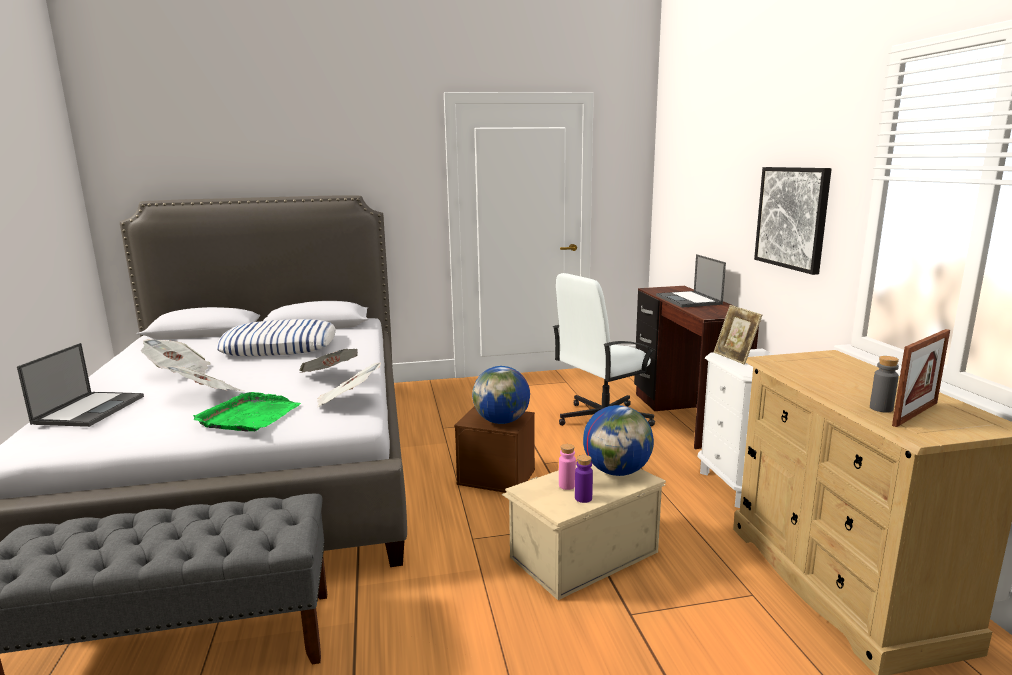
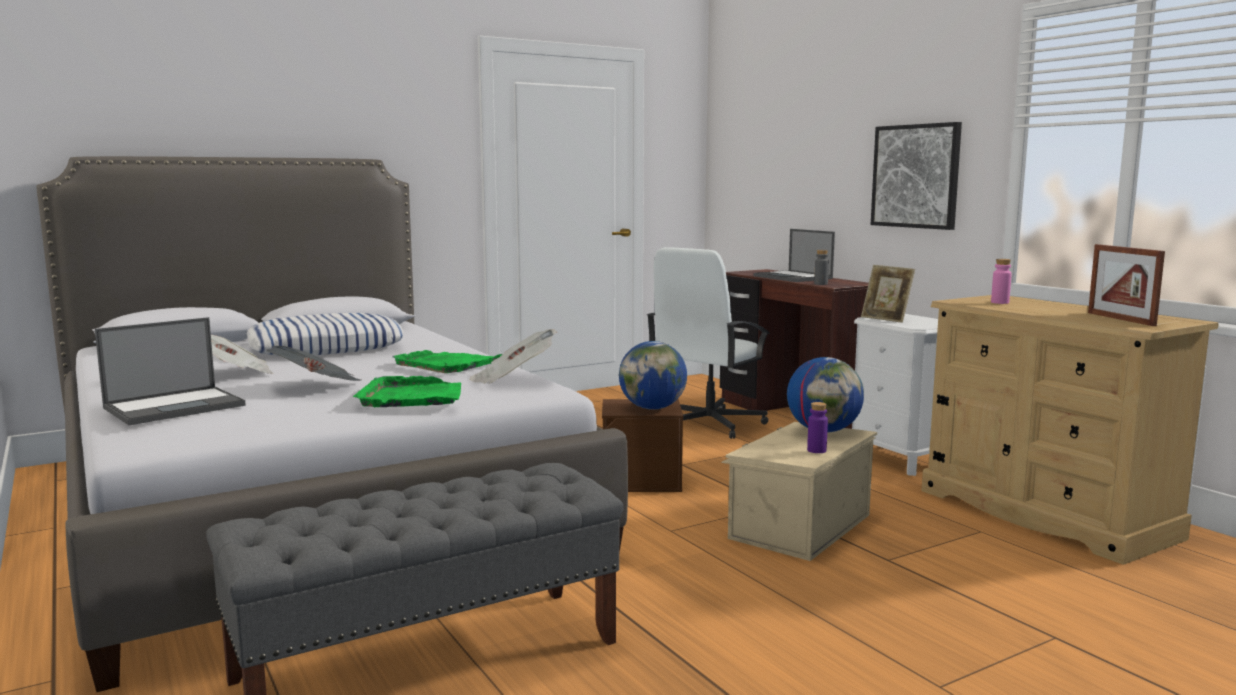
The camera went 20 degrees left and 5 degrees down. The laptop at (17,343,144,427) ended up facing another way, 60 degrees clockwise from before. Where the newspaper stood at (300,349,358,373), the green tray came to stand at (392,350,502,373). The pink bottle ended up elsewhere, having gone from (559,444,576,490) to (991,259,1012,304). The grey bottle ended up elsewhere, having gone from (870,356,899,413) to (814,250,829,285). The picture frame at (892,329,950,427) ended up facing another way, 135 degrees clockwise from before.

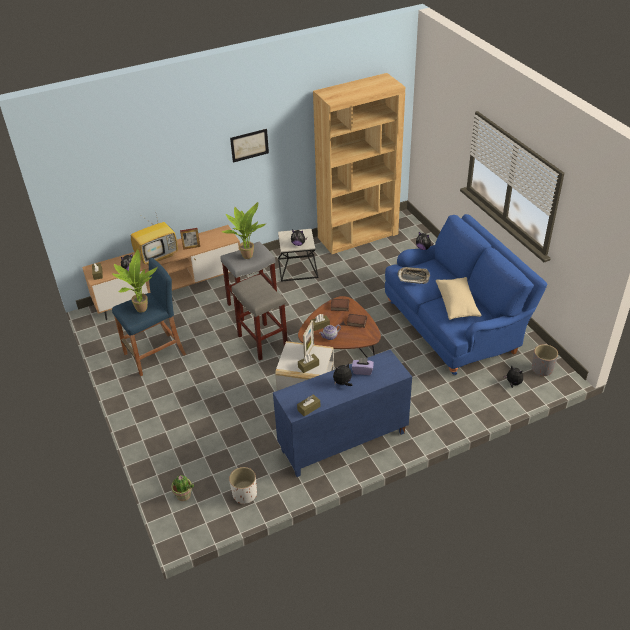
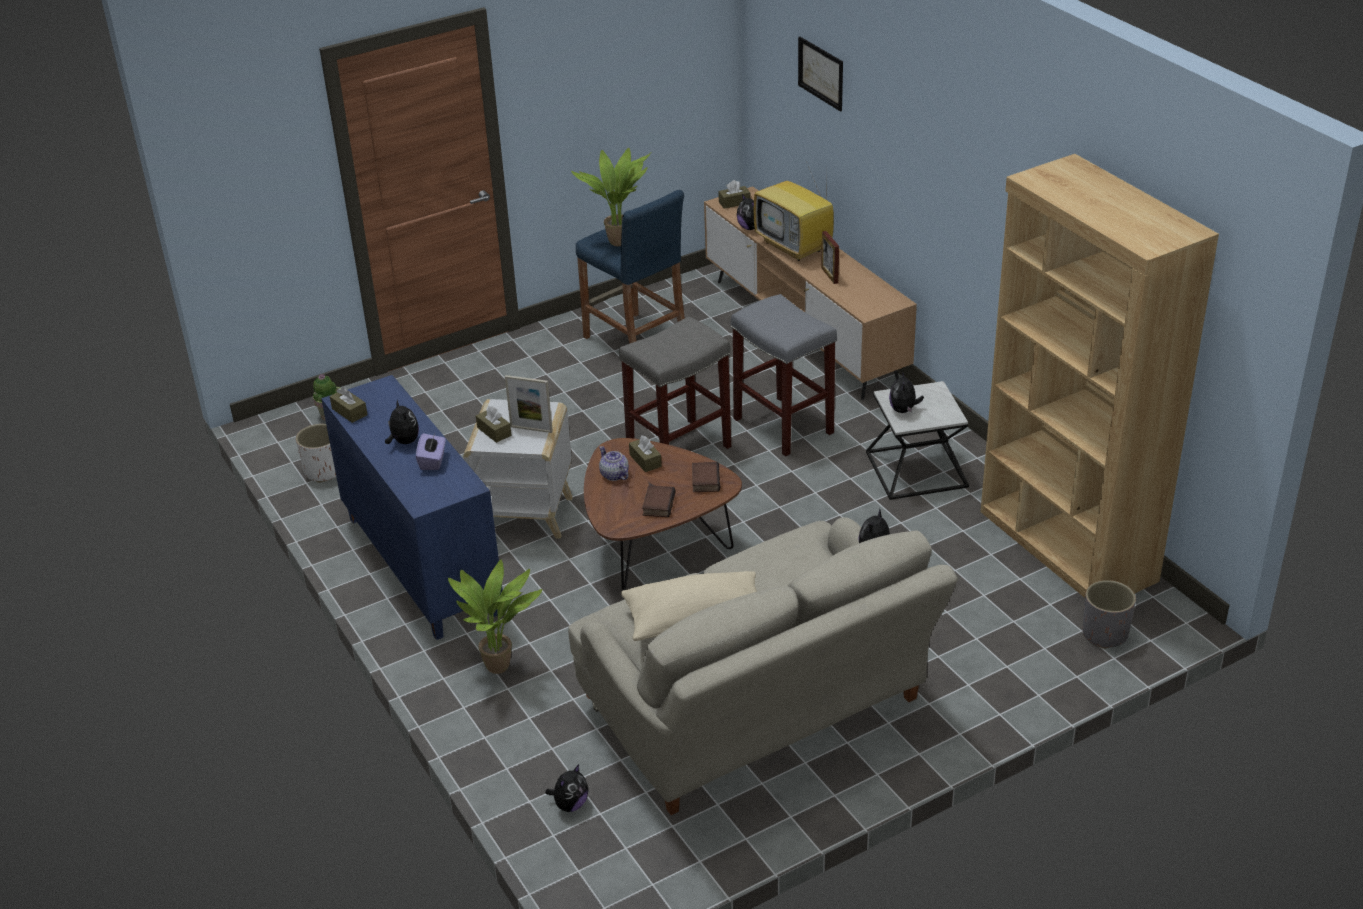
The camera went 85 degrees right and 5 degrees down. The potted plant ended up elsewhere, having gone from (221,202,266,259) to (448,560,542,674). The picture ended up elsewhere, having gone from (230,129,269,163) to (798,37,843,112). What was the blue sofa at (385,214,547,375) turned into the beige sofa at (568,517,958,815). The second view lost the tray at (397,267,430,284). The grey planter ended up elsewhere, having gone from (532,344,558,376) to (1082,580,1136,649).

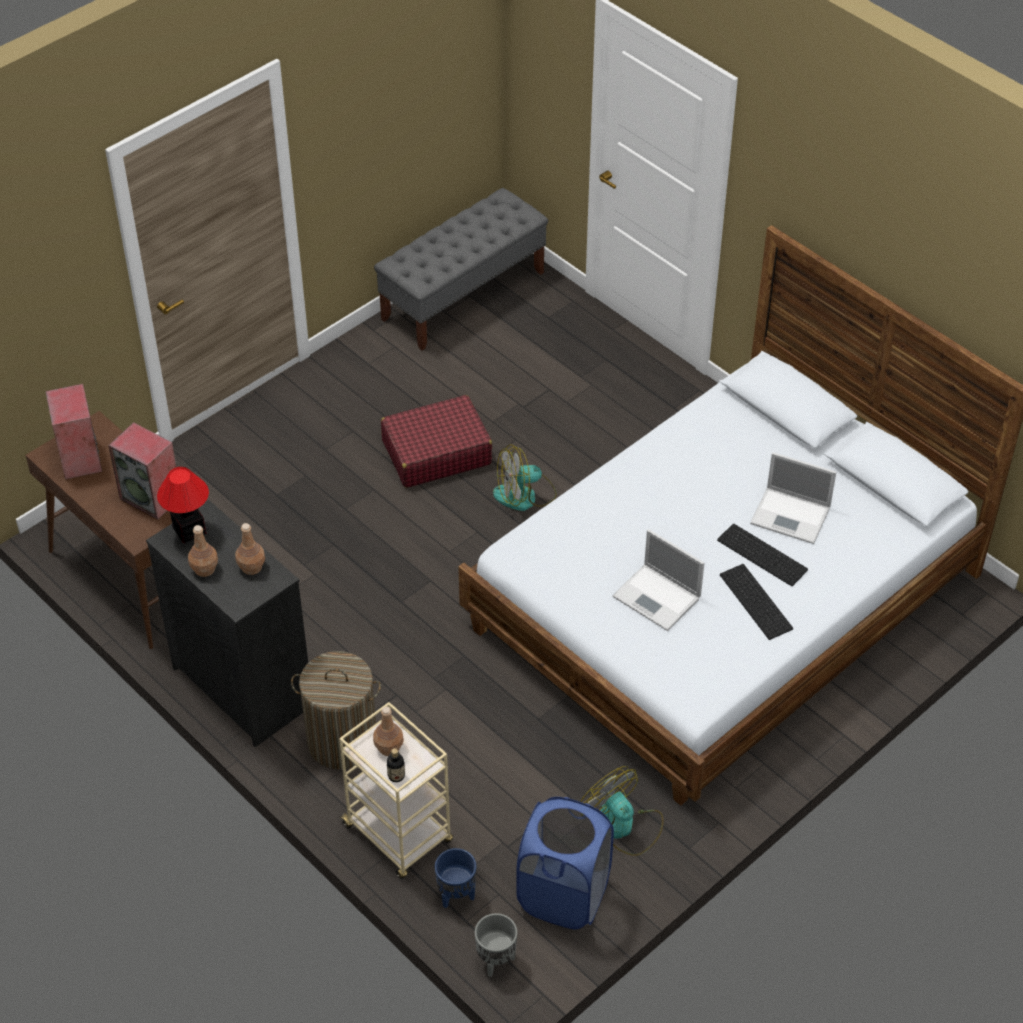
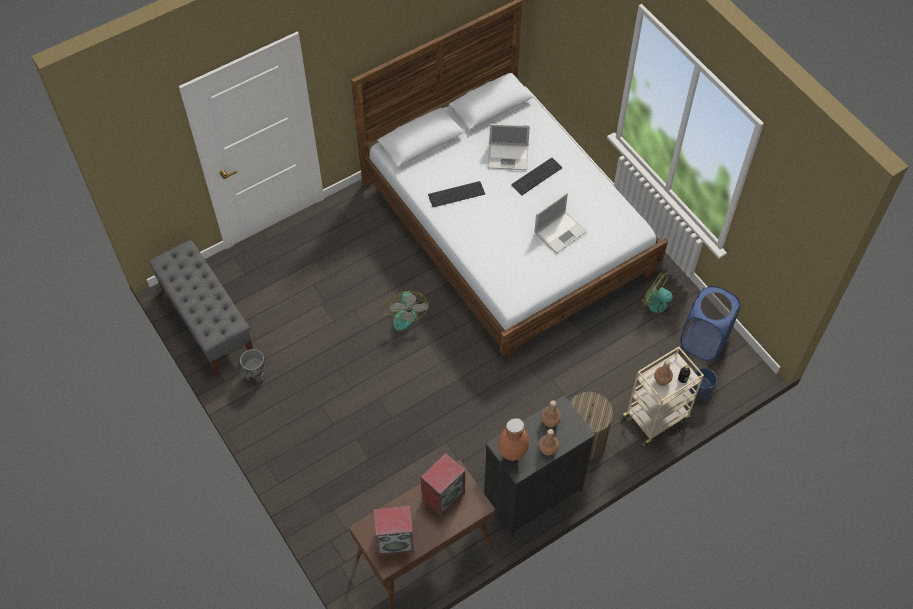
The camera went 80 degrees left and 10 degrees up. Where the table lamp stood at (157,467,209,543), the brown vase came to stand at (498,418,529,463). The second view lost the red suitcase at (381,395,492,488). The grey planter ended up elsewhere, having gone from (475,913,518,977) to (240,349,265,380). The fan at (580,766,664,856) ended up facing another way, 60 degrees clockwise from before. The keyboard ended up elsewhere, having gone from (720,564,793,640) to (428,181,485,207). The laptop at (750,452,836,544) ended up facing another way, 60 degrees clockwise from before.

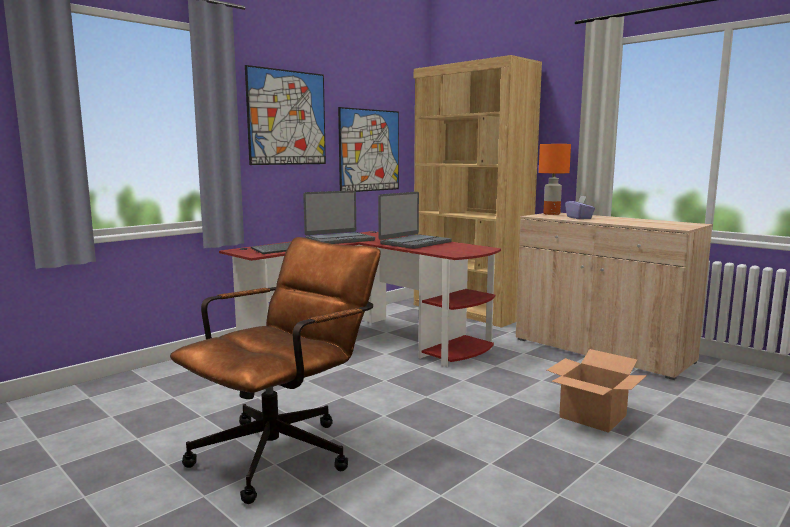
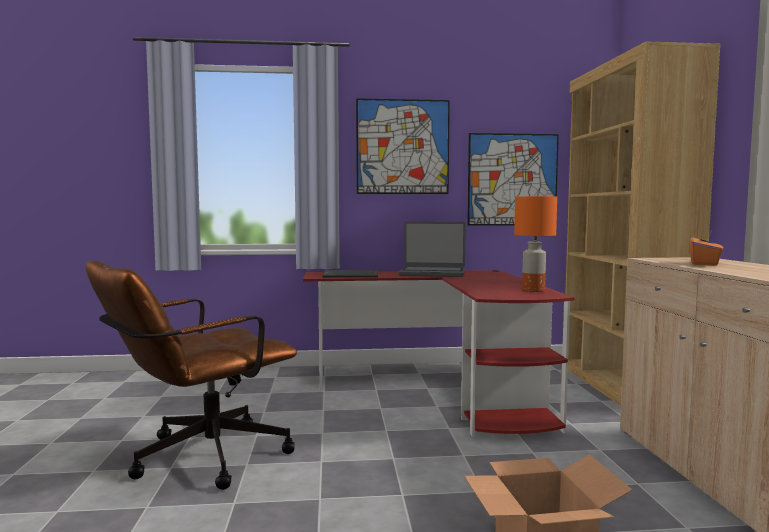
The camera went 40 degrees right and 5 degrees down. The brown office chair at (170,237,381,504) ended up facing another way, 150 degrees clockwise from before. The second view lost the laptop at (378,192,452,249). The orange table lamp ended up elsewhere, having gone from (539,144,571,215) to (514,196,557,292). What was the purple tissue box at (565,196,595,219) turned into the orange tissue box at (689,231,723,266).

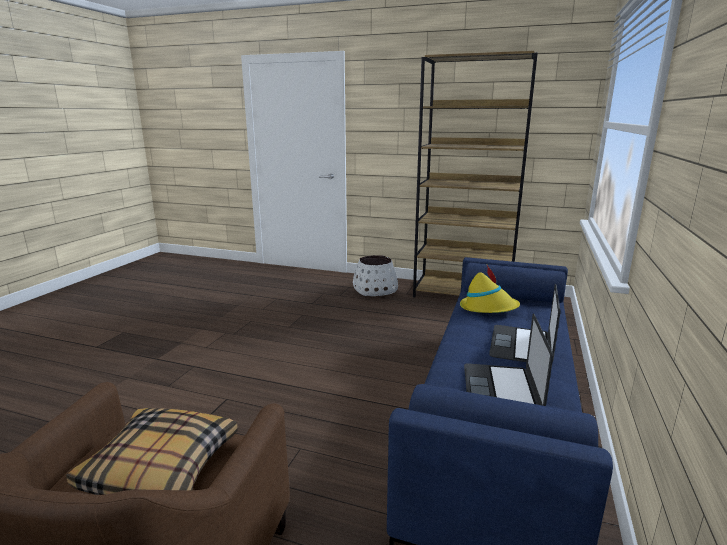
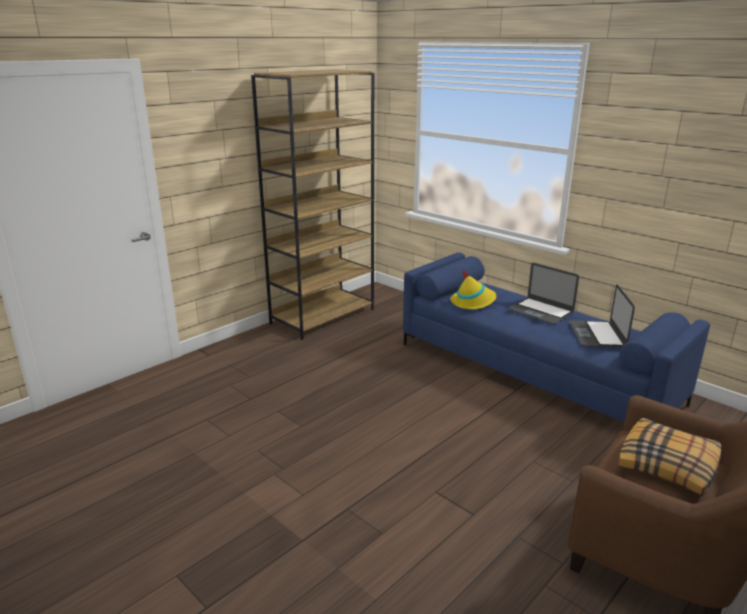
The camera went 65 degrees left and 5 degrees up. The second view lost the white planter at (353,255,398,296). The laptop at (464,314,553,406) ended up facing another way, 60 degrees clockwise from before.

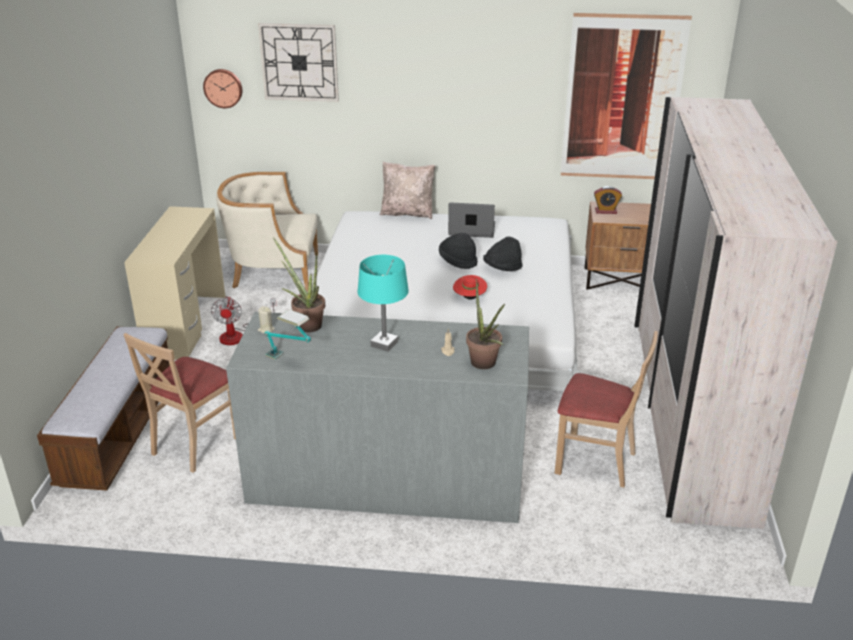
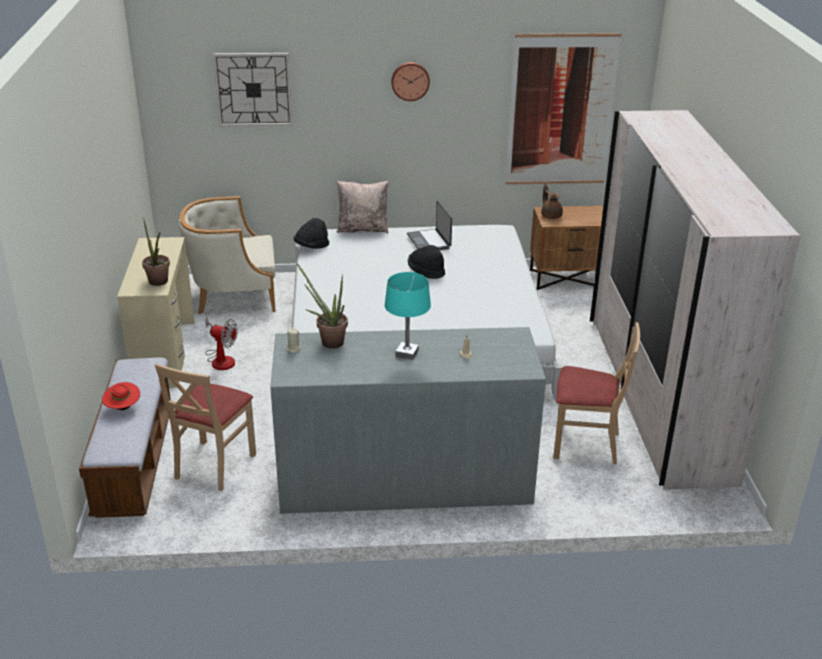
The camera went 10 degrees left and 0 degrees up. The wall clock ended up elsewhere, having gone from (203,69,242,108) to (391,62,430,101). The fan at (211,296,277,345) ended up facing another way, 60 degrees counterclockwise from before. The second view lost the table lamp at (265,309,311,359). The laptop at (448,202,495,238) ended up facing another way, 105 degrees counterclockwise from before. The red hat ended up elsewhere, having gone from (453,275,487,300) to (102,382,140,410). The potted plant ended up elsewhere, having gone from (466,279,505,369) to (142,217,170,286). The black hat ended up elsewhere, having gone from (483,237,523,271) to (294,218,329,249). Where the alarm clock stood at (594,186,622,214), the brown teapot came to stand at (541,184,563,219).

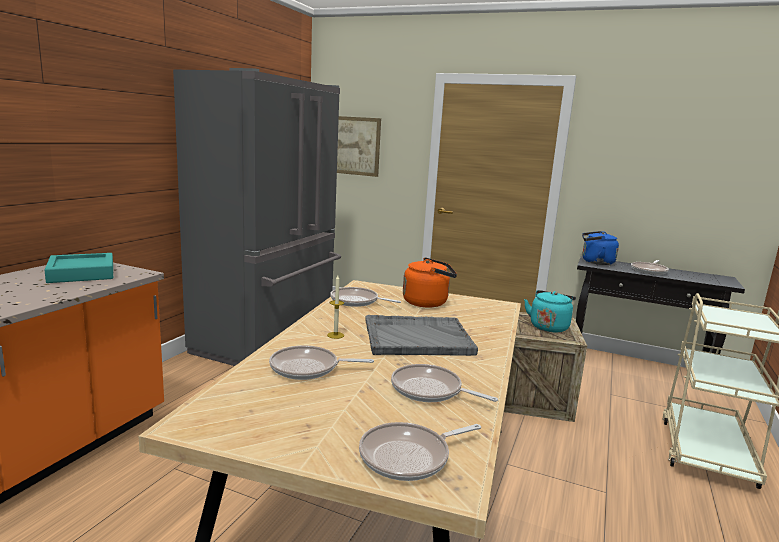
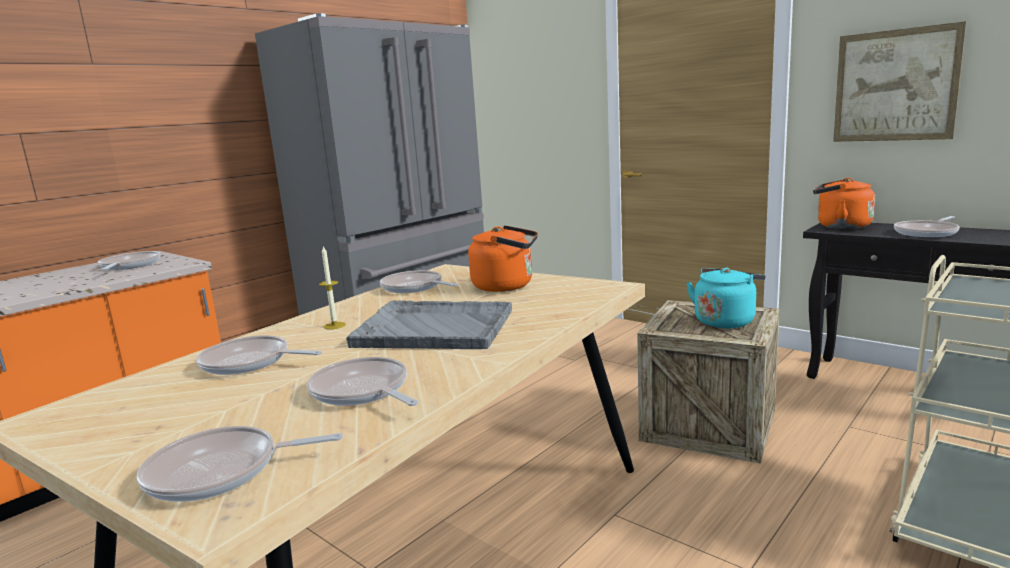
The camera went 20 degrees right and 0 degrees up. Where the turquoise tray stood at (44,253,113,283), the frying pan came to stand at (98,251,160,270). The picture ended up elsewhere, having gone from (337,116,381,177) to (833,21,967,142). What was the blue kettle at (582,231,619,265) turned into the orange kettle at (813,178,875,229).

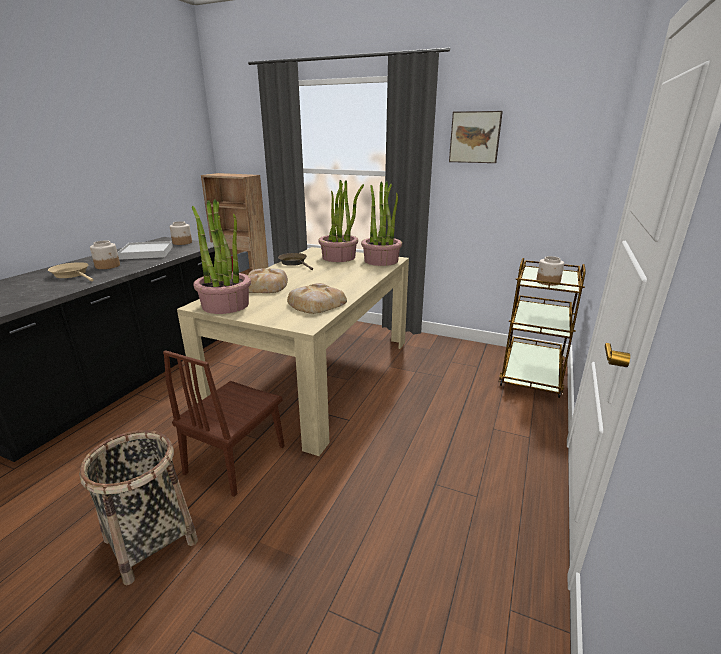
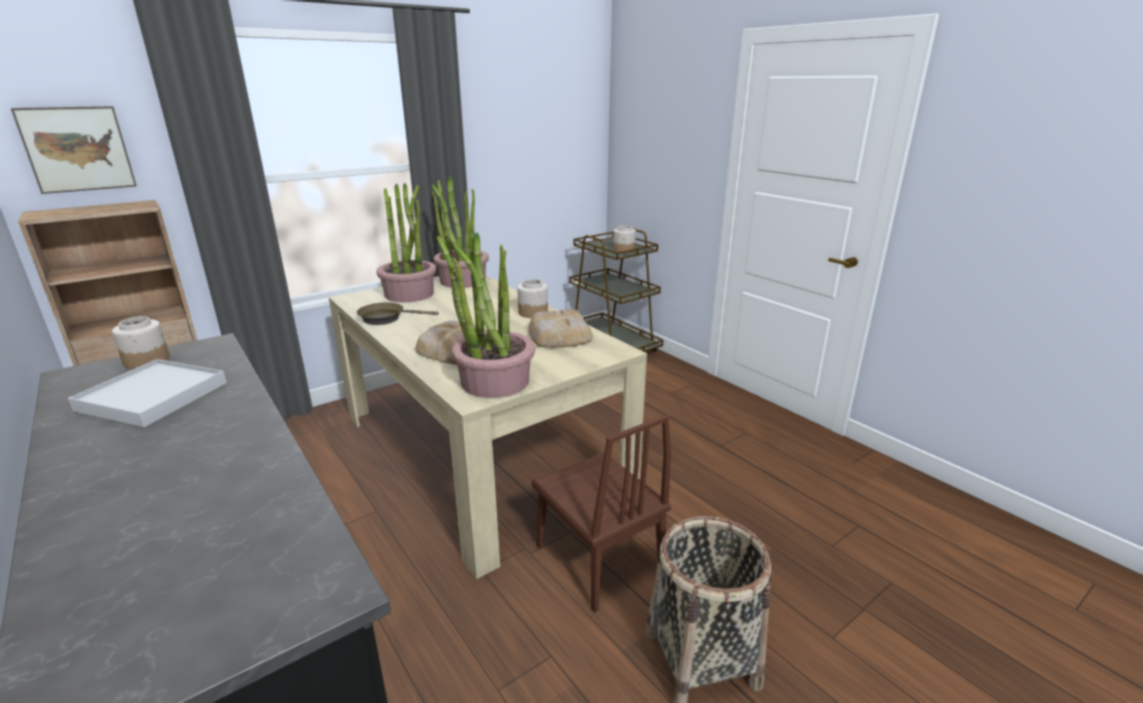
The camera went 60 degrees left and 0 degrees up. The second view lost the beige frying pan at (48,262,93,281). The jar ended up elsewhere, having gone from (90,240,120,269) to (517,279,548,318). The picture ended up elsewhere, having gone from (449,111,503,163) to (11,106,137,194).

